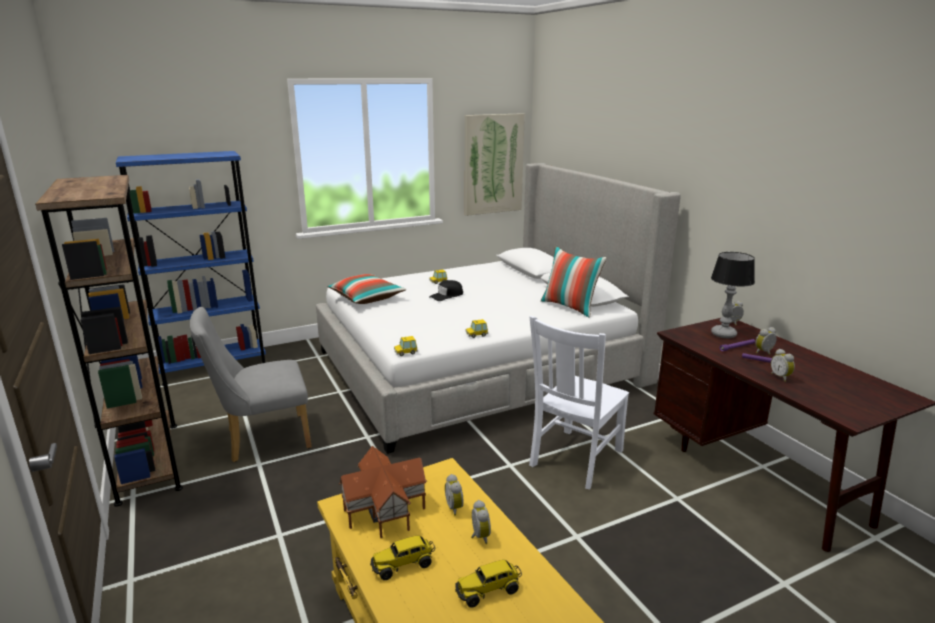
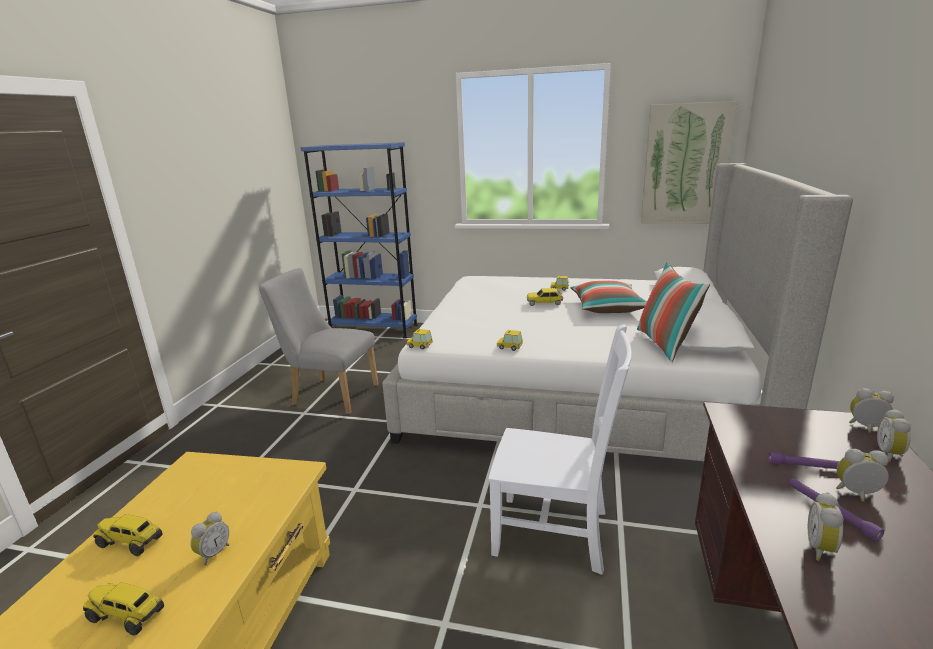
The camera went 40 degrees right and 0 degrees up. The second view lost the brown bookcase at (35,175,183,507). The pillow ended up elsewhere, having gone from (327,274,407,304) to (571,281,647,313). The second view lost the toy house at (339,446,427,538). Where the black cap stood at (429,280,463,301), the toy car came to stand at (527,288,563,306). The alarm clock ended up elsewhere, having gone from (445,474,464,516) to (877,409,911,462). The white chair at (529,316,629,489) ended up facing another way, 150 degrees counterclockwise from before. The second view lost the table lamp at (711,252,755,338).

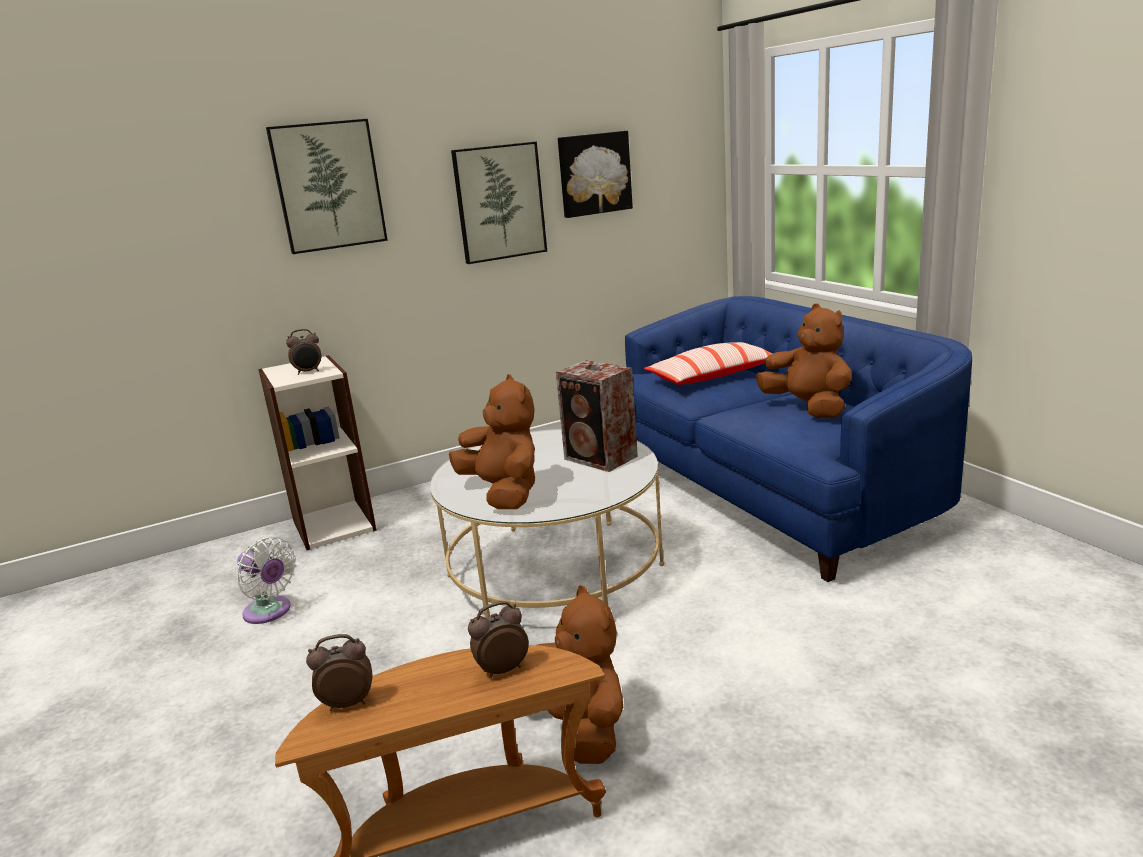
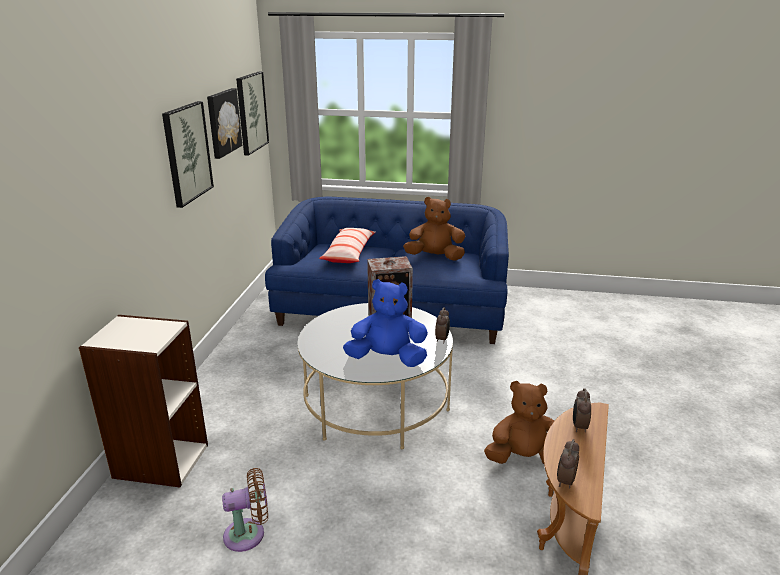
The camera went 55 degrees left and 5 degrees up. What was the white fan at (236,537,297,624) turned into the brown fan at (222,468,268,552). The picture ended up elsewhere, having gone from (266,119,388,254) to (236,71,269,155). The alarm clock ended up elsewhere, having gone from (286,329,321,375) to (435,307,450,344). What was the brown plush toy at (449,374,535,509) turned into the blue plush toy at (343,279,428,367).

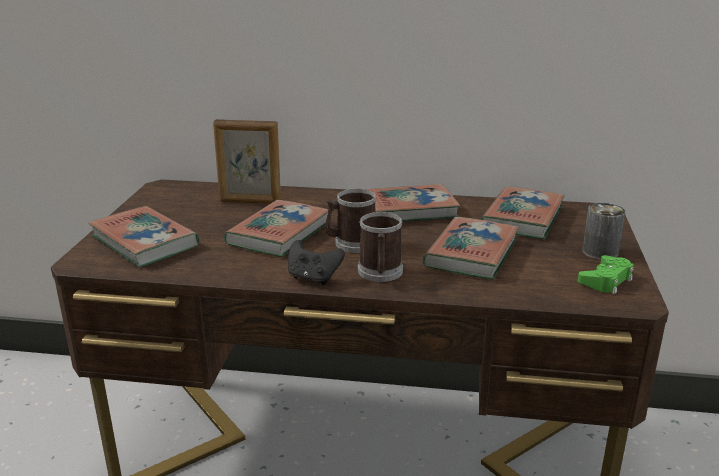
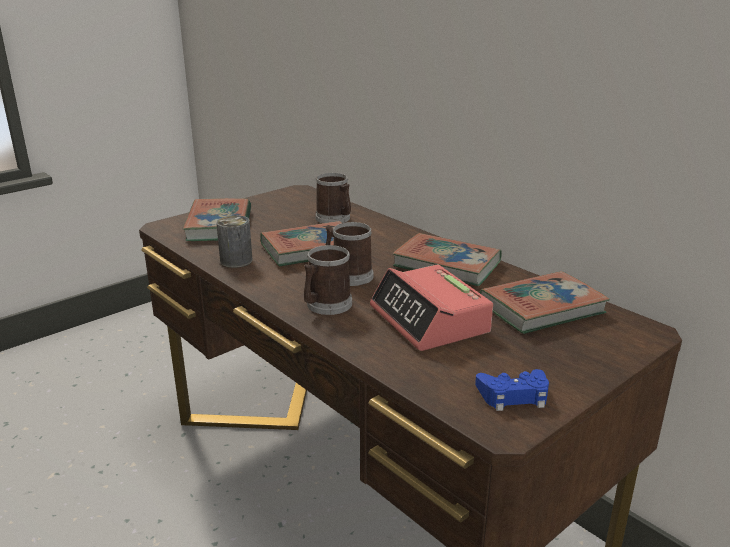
The camera went 40 degrees right and 0 degrees up. Where the picture frame stood at (213,119,281,204), the mug came to stand at (315,173,351,223). The second view lost the black game controller at (288,240,345,285). Where the book stood at (422,217,519,280), the alarm clock came to stand at (370,264,493,351). What was the green game controller at (578,255,634,294) turned into the blue game controller at (475,369,549,411). The can ended up elsewhere, having gone from (582,203,626,260) to (216,215,253,268).

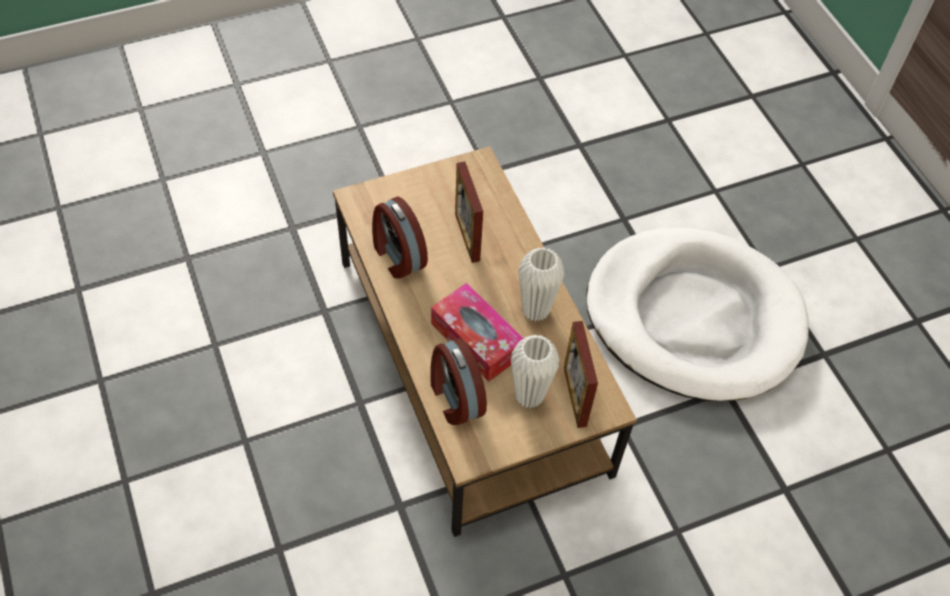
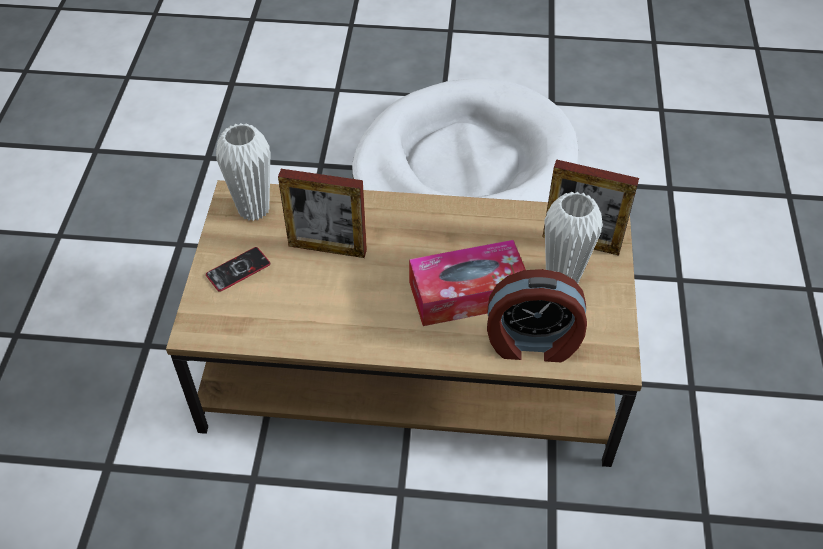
The camera went 60 degrees left and 5 degrees down. The second view lost the alarm clock at (372,196,428,279). The white vase ended up elsewhere, having gone from (518,247,564,322) to (216,123,270,221). The second view gained the phone at (206,247,270,292).

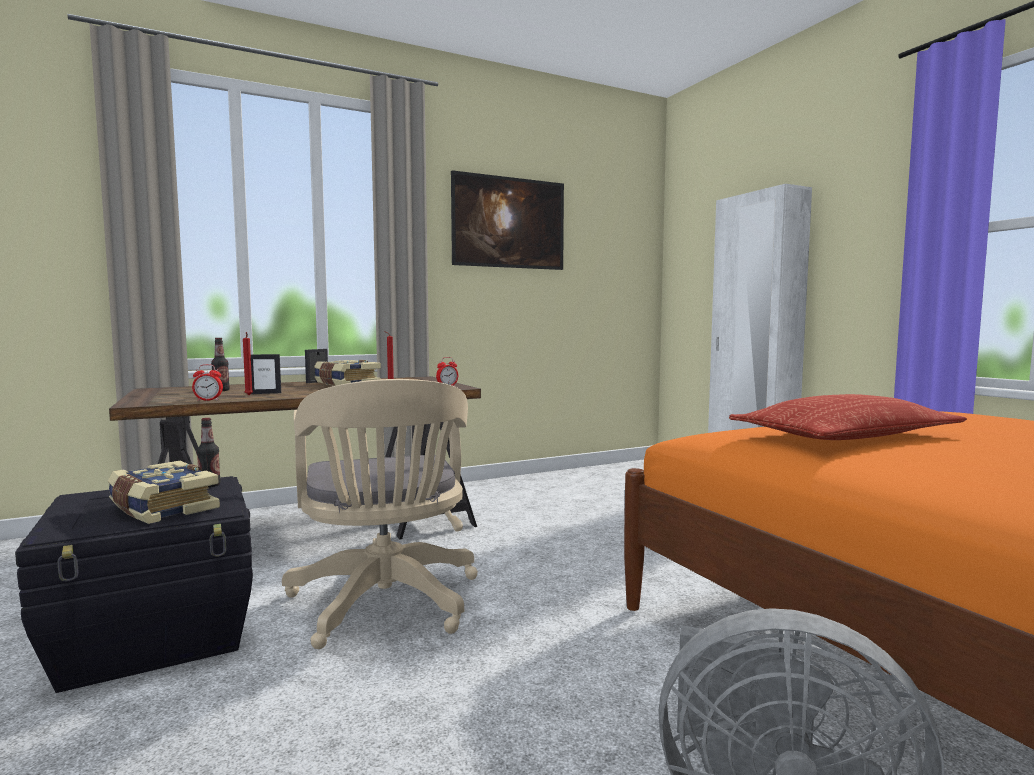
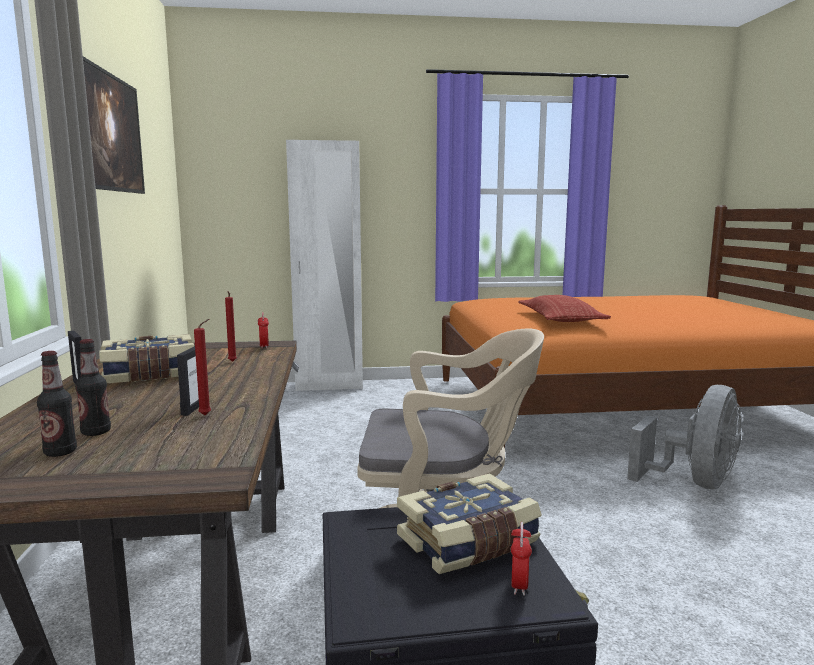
The camera went 70 degrees left and 5 degrees up. The alarm clock ended up elsewhere, having gone from (192,364,223,401) to (511,522,532,596). The bottle ended up elsewhere, having gone from (197,418,221,488) to (37,351,77,457).

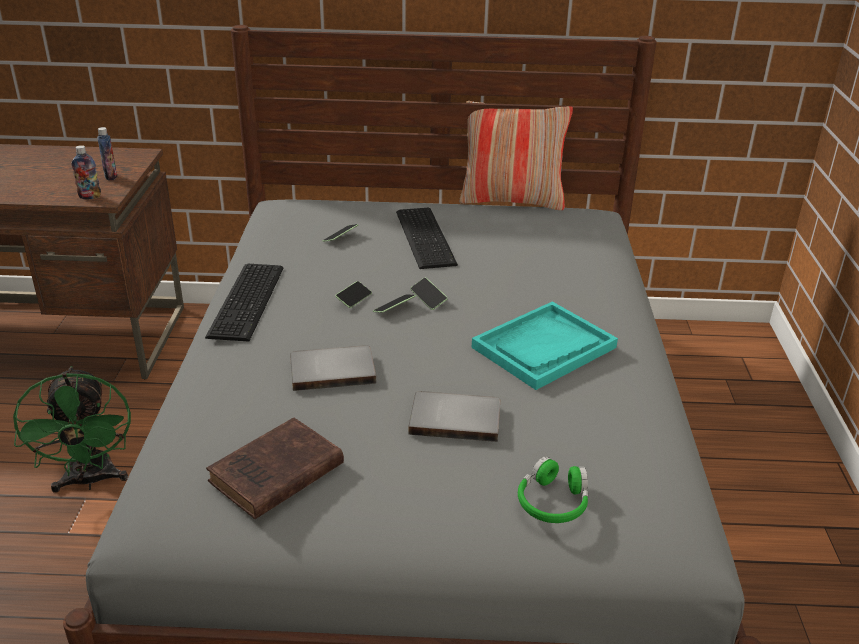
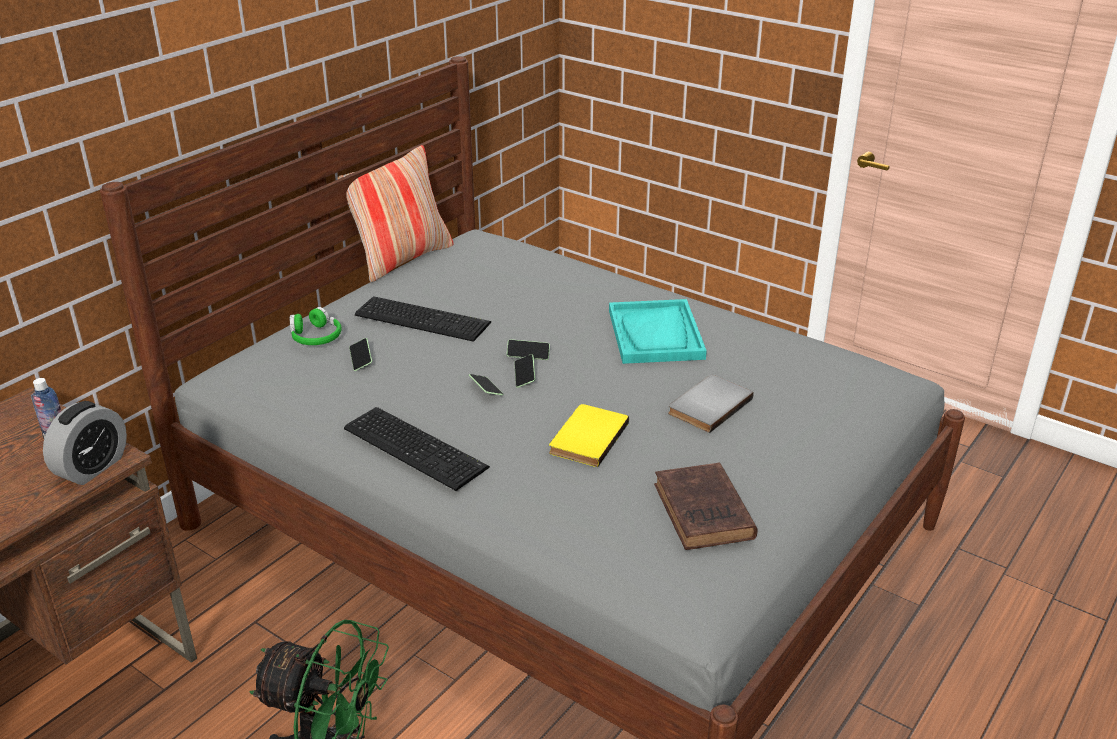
The camera went 55 degrees left and 0 degrees up. Where the bottle stood at (71,145,101,199), the alarm clock came to stand at (43,401,127,485). What was the grey book at (290,345,376,391) turned into the yellow book at (549,404,629,467). The green headphones ended up elsewhere, having gone from (518,456,588,523) to (290,307,342,345).

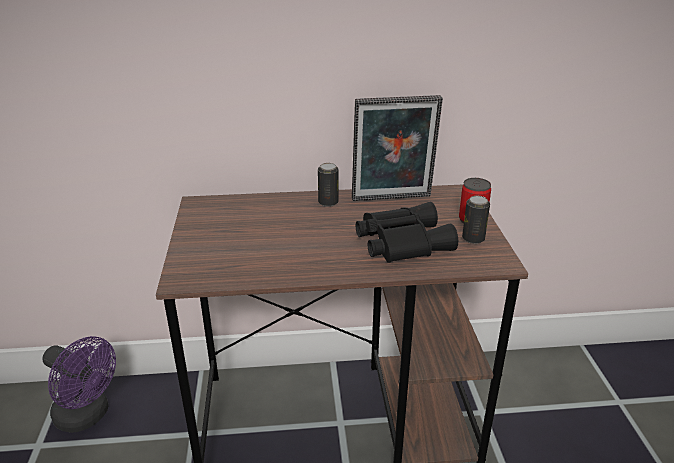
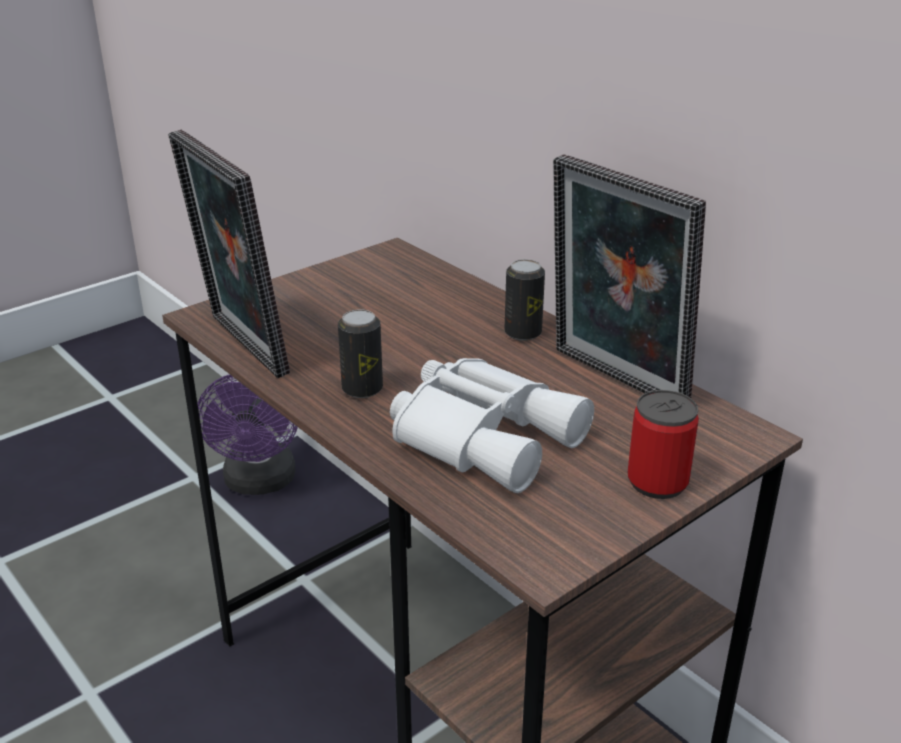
The camera went 55 degrees right and 0 degrees up. What was the black binoculars at (356,202,458,263) turned into the white binoculars at (390,358,594,493). The can ended up elsewhere, having gone from (462,196,490,244) to (338,309,383,398). The second view gained the picture frame at (168,130,290,378).

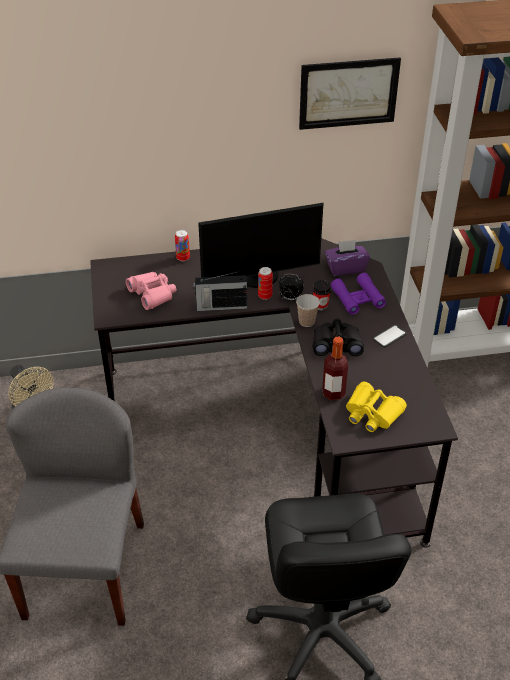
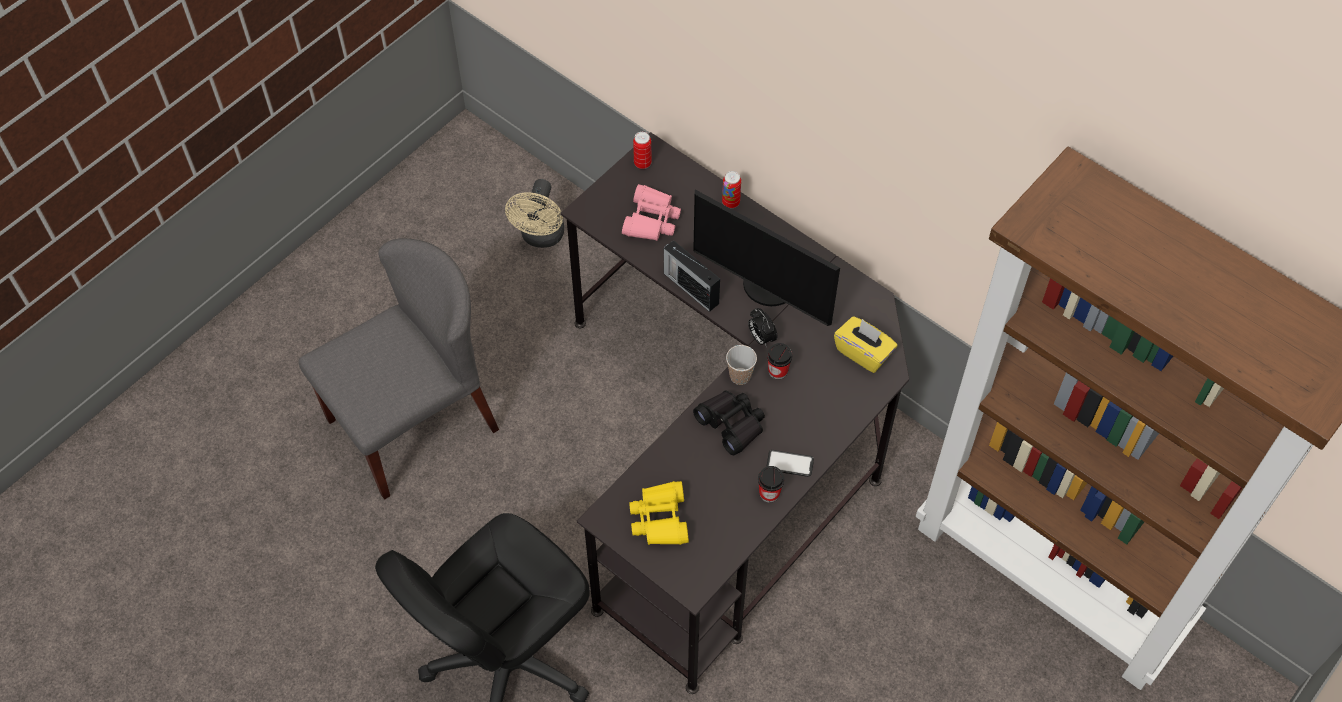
The camera went 50 degrees right and 15 degrees up. The can ended up elsewhere, having gone from (258,267,273,300) to (633,132,652,169). The second view lost the picture at (299,57,401,130). The second view lost the bottle at (322,337,348,400). What was the purple tissue box at (325,240,370,276) turned into the yellow tissue box at (834,316,897,373). The second view lost the purple binoculars at (331,273,386,315). The second view gained the cup at (758,466,784,503).

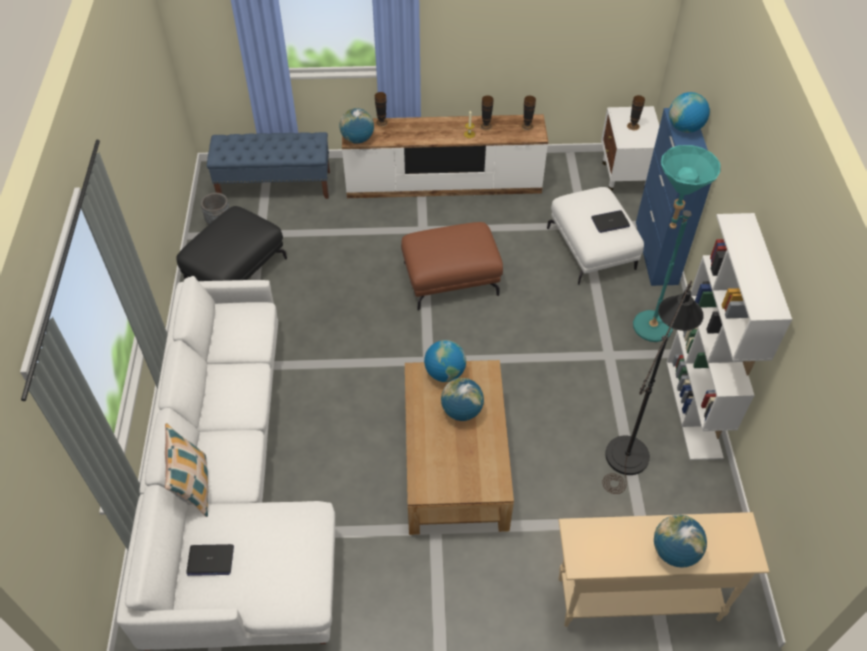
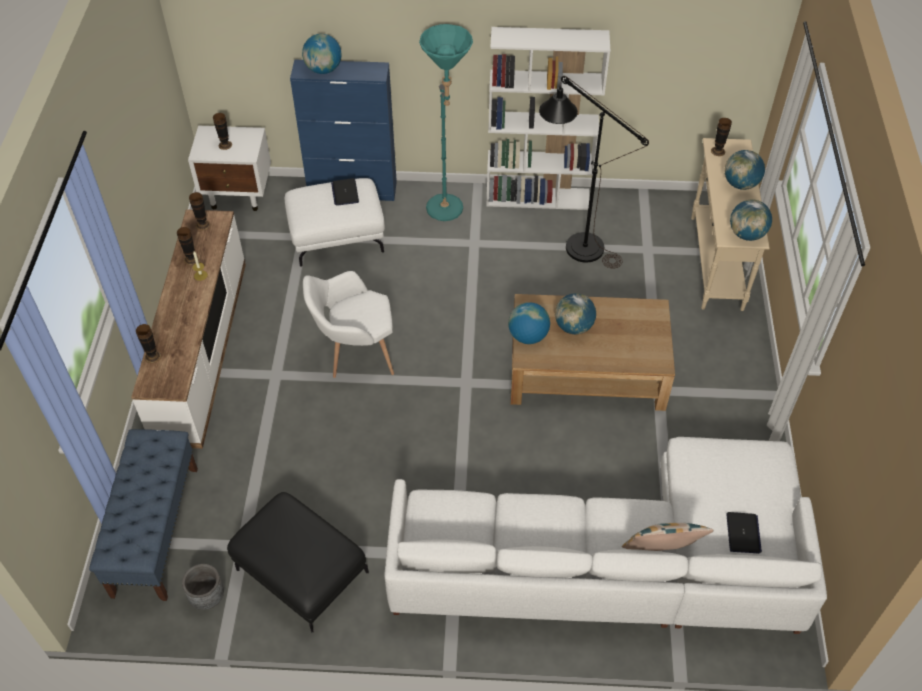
The camera went 85 degrees left and 0 degrees up. The globe ended up elsewhere, having gone from (340,108,374,144) to (730,200,772,241). Where the brown ottoman stood at (401,222,503,310), the white armchair came to stand at (303,271,394,378). The second view gained the vase at (711,118,732,156).

